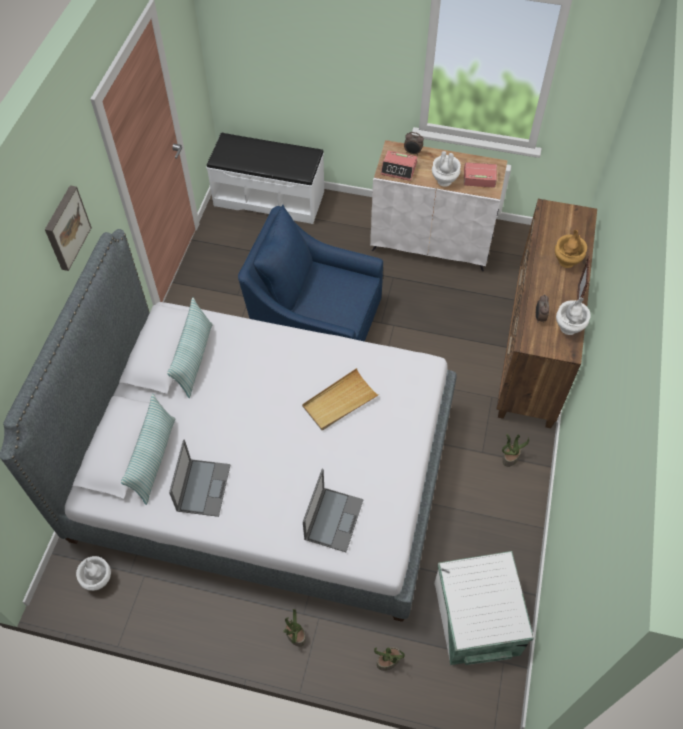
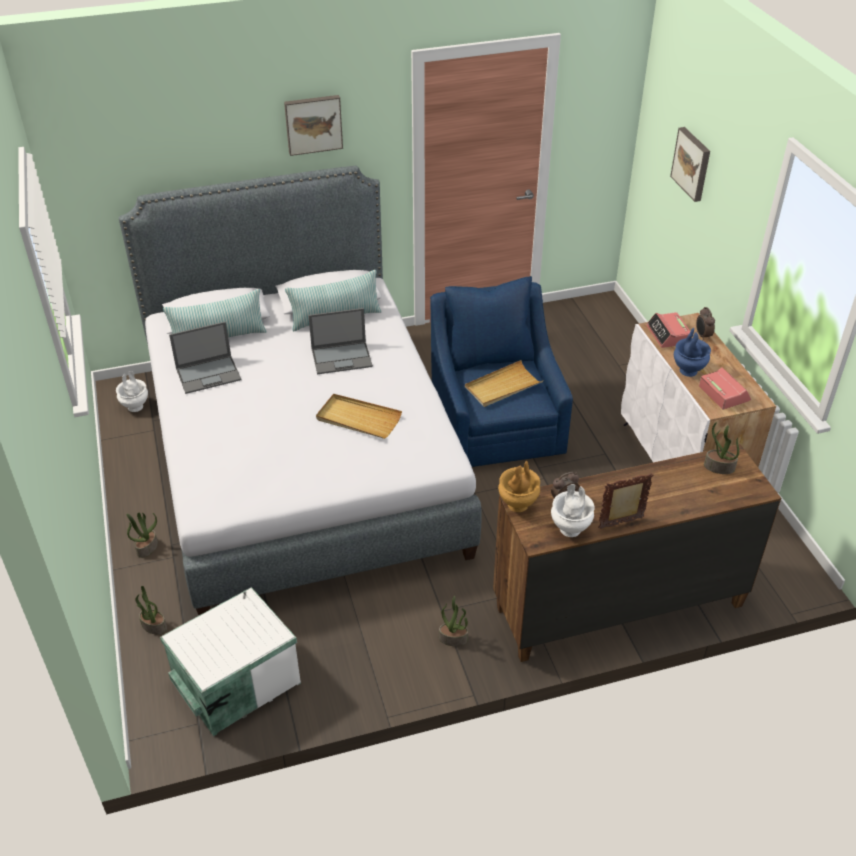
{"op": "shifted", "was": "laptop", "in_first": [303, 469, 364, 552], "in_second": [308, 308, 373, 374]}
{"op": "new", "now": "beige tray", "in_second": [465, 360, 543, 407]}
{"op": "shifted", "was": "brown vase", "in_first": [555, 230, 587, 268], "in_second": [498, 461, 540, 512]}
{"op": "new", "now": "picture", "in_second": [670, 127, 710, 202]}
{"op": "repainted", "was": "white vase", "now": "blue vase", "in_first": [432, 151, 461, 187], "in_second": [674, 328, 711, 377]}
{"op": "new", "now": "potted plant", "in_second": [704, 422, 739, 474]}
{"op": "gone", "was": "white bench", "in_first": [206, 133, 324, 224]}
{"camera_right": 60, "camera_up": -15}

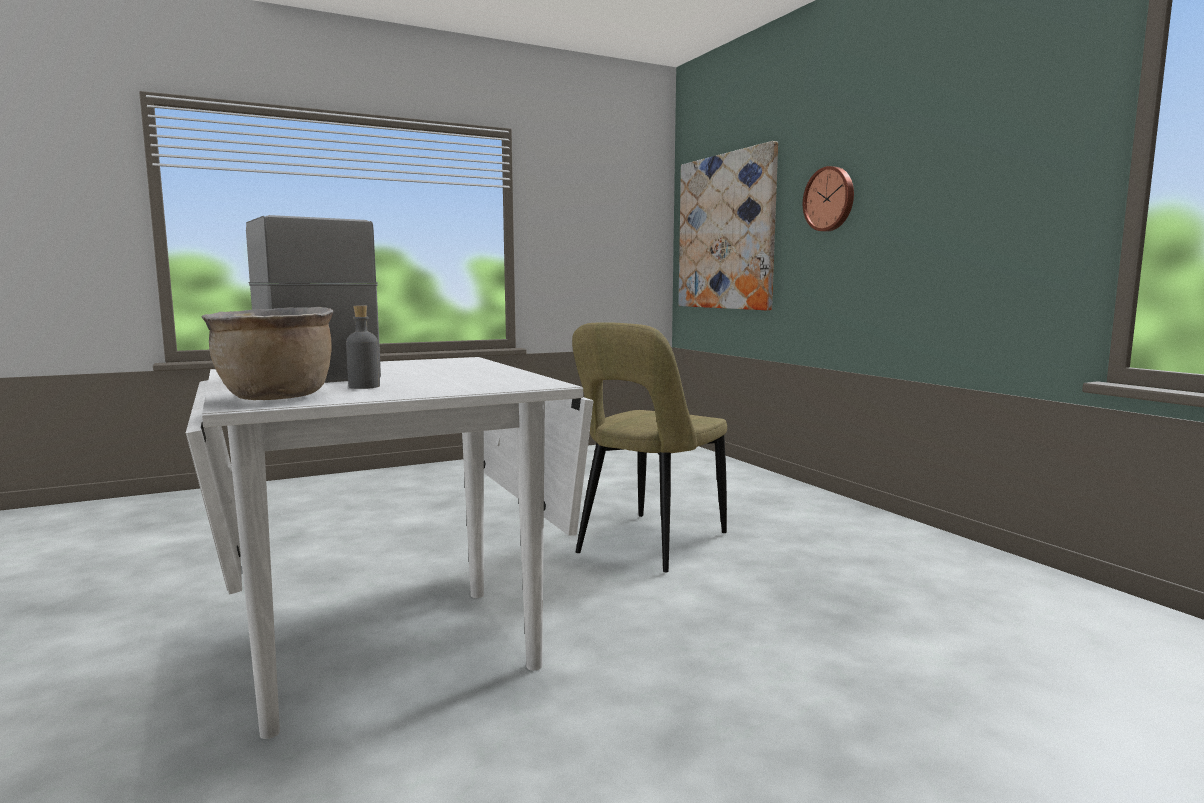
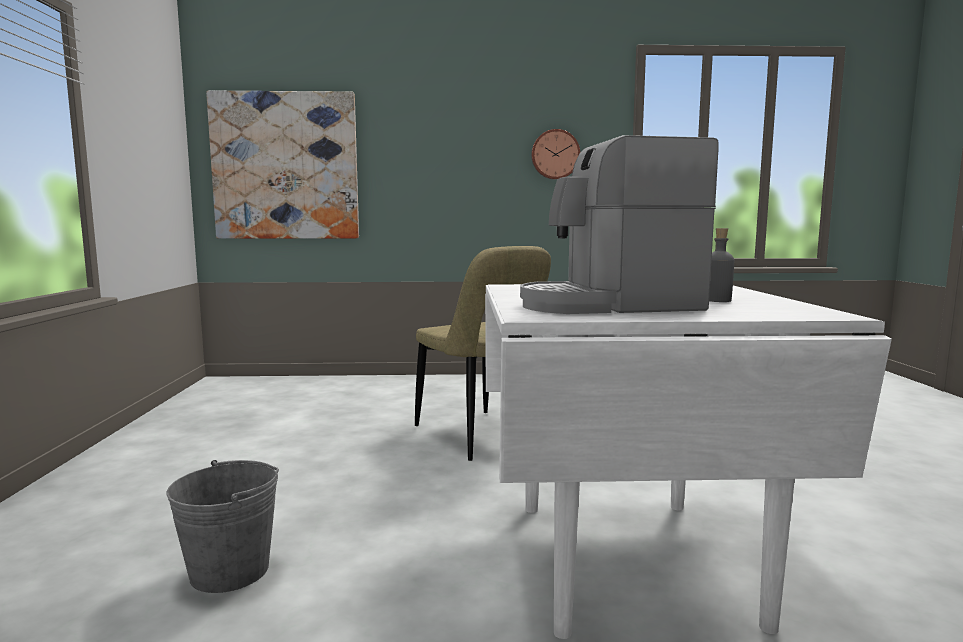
{"op": "new", "now": "grey bucket", "in_second": [166, 460, 279, 593]}
{"op": "shifted", "was": "wall clock", "in_first": [803, 166, 854, 231], "in_second": [531, 129, 580, 179]}
{"op": "gone", "was": "brown cooking pot", "in_first": [202, 307, 333, 400]}
{"camera_right": -65, "camera_up": 0}

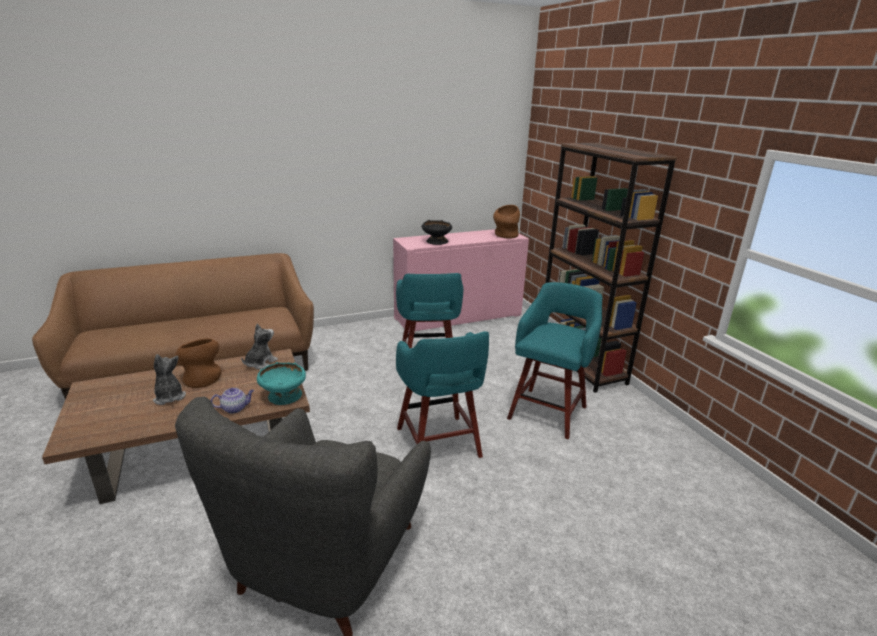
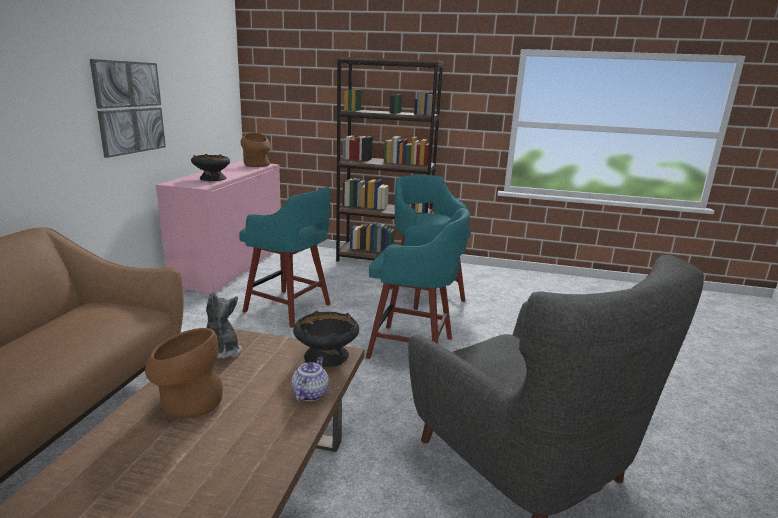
{"op": "new", "now": "picture", "in_second": [90, 59, 166, 158]}
{"op": "repainted", "was": "turquoise bowl", "now": "black bowl", "in_first": [257, 362, 306, 405], "in_second": [293, 311, 359, 367]}
{"op": "gone", "was": "plush toy", "in_first": [153, 354, 186, 405]}
{"camera_right": -55, "camera_up": -5}

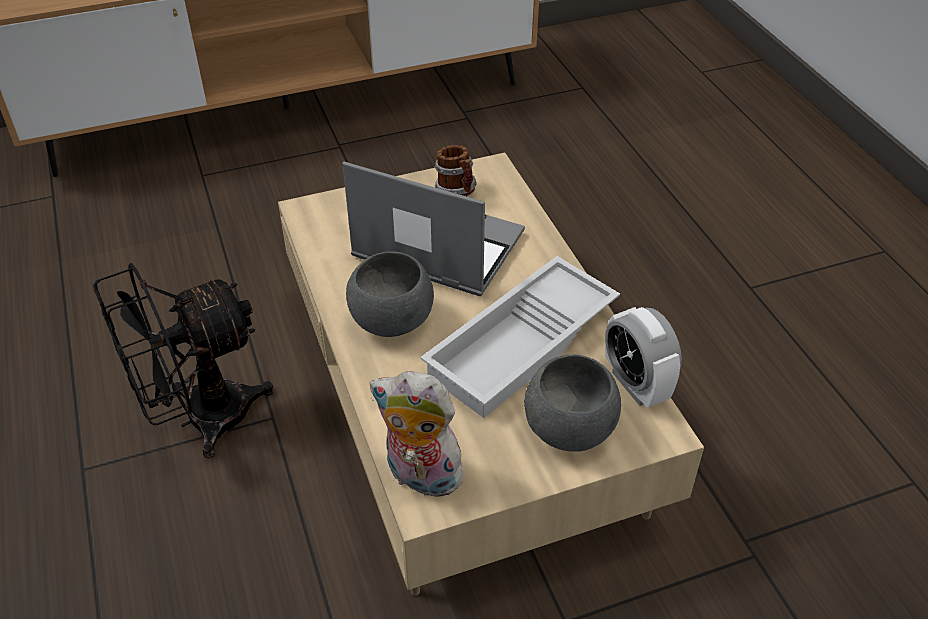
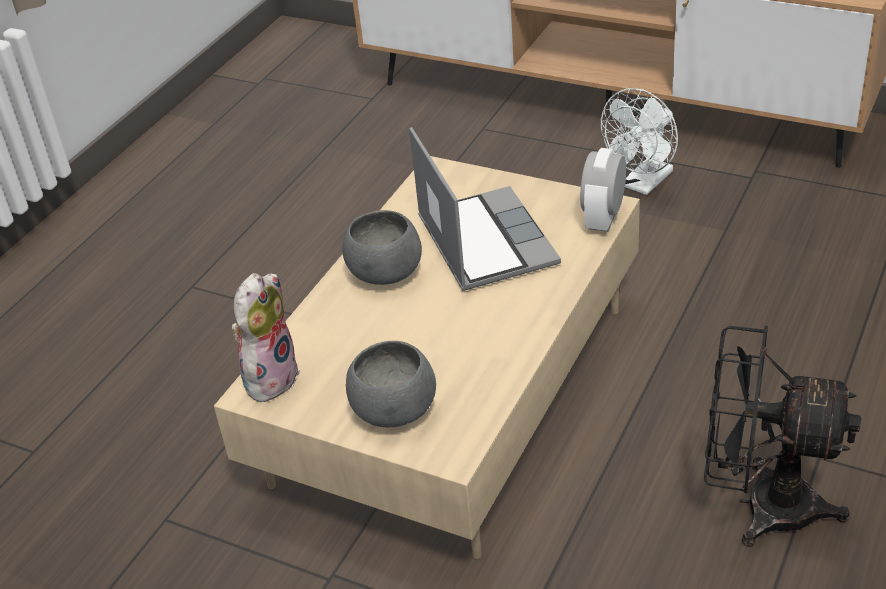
{"op": "rotated", "was": "plush toy", "in_first": [370, 371, 469, 501], "in_second": [232, 273, 300, 402], "clockwise": 45}
{"op": "shifted", "was": "alarm clock", "in_first": [605, 307, 682, 408], "in_second": [580, 148, 626, 232]}
{"op": "new", "now": "white fan", "in_second": [601, 88, 678, 195]}
{"op": "shifted", "was": "black fan", "in_first": [93, 263, 274, 459], "in_second": [704, 326, 861, 547]}
{"op": "gone", "was": "white tray", "in_first": [421, 256, 620, 418]}
{"op": "gone", "was": "mug", "in_first": [434, 145, 477, 196]}
{"camera_right": 50, "camera_up": -5}

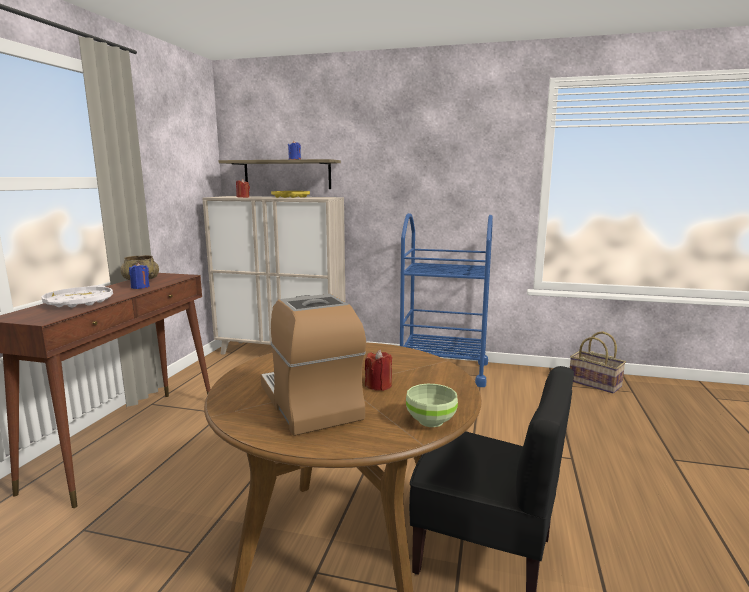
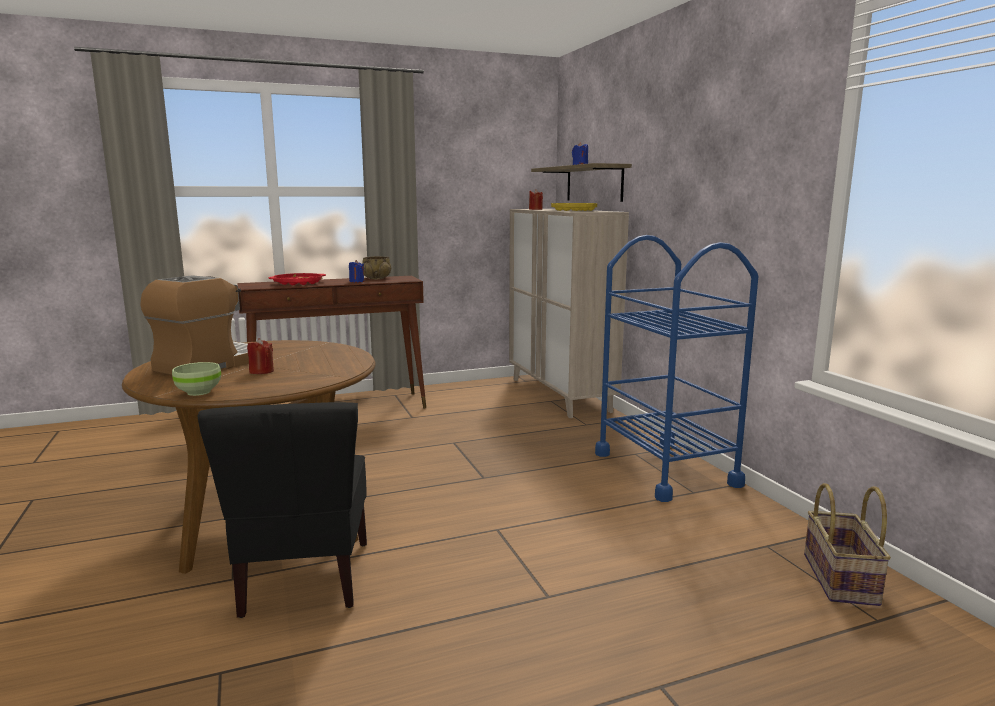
{"op": "repainted", "was": "white tray", "now": "red tray", "in_first": [41, 285, 113, 307], "in_second": [268, 273, 326, 285]}
{"camera_right": 55, "camera_up": 0}

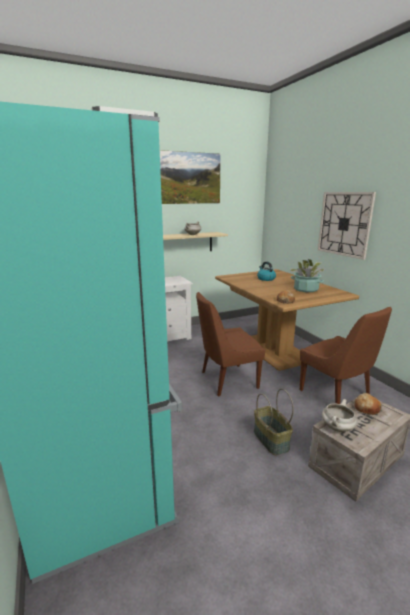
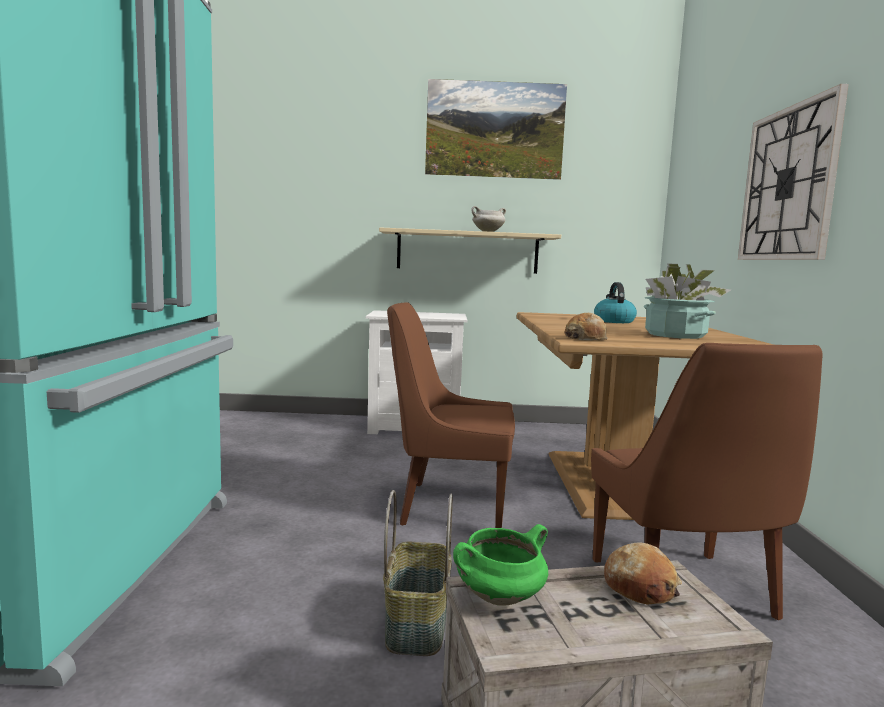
{"op": "repainted", "was": "white cooking pot", "now": "green cooking pot", "in_first": [322, 399, 357, 432], "in_second": [453, 524, 548, 606]}
{"camera_right": 25, "camera_up": -10}

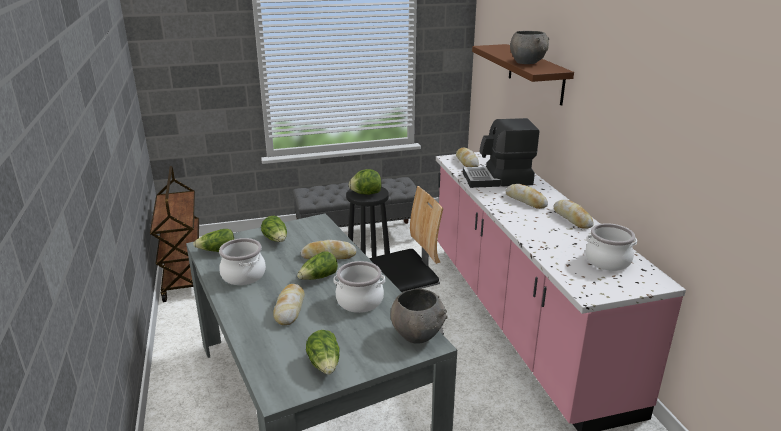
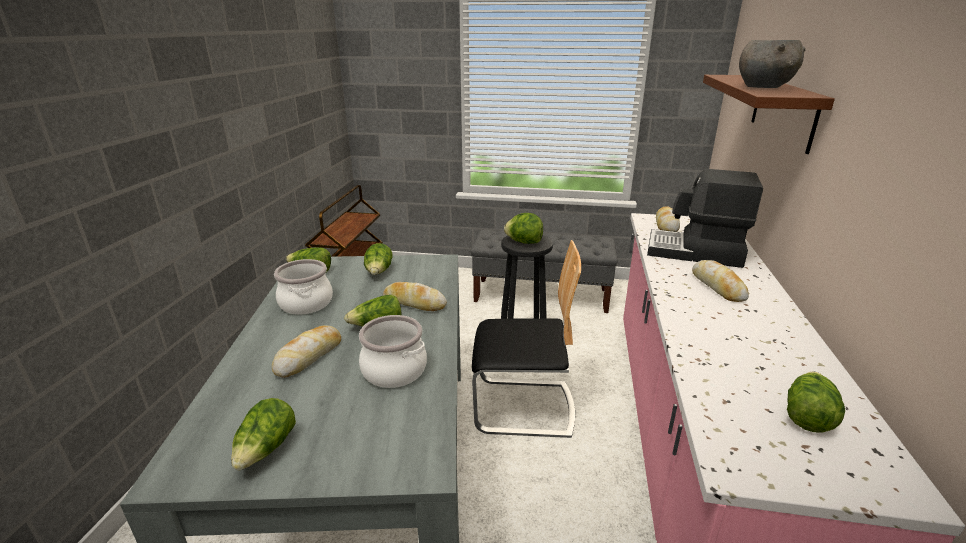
{"op": "swapped", "was": "cooking pot", "now": "lettuce", "in_first": [585, 223, 637, 271], "in_second": [787, 372, 845, 433]}
{"op": "gone", "was": "grey bowl", "in_first": [391, 288, 447, 344]}
{"op": "gone", "was": "bread", "in_first": [554, 200, 594, 229]}
{"camera_right": 25, "camera_up": 0}

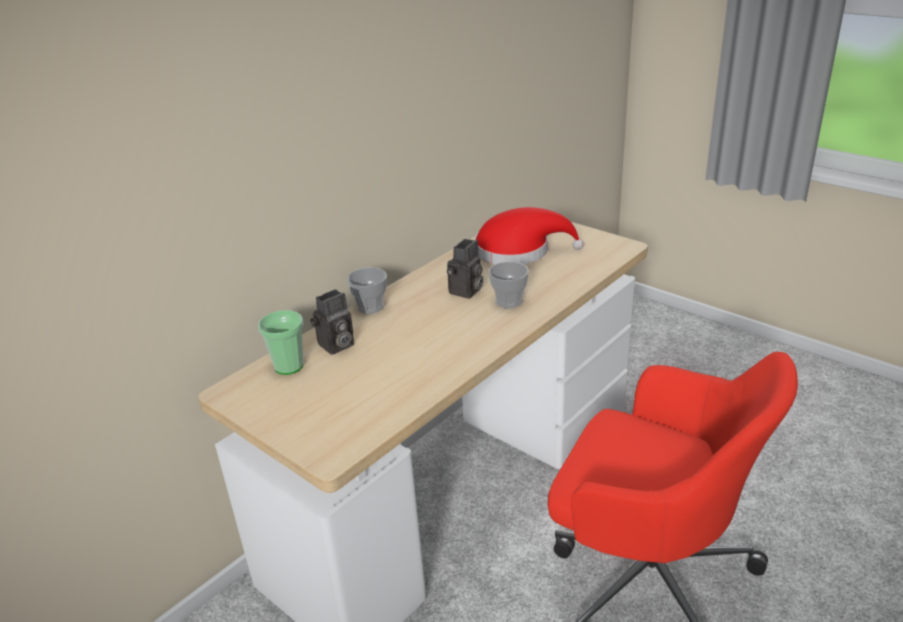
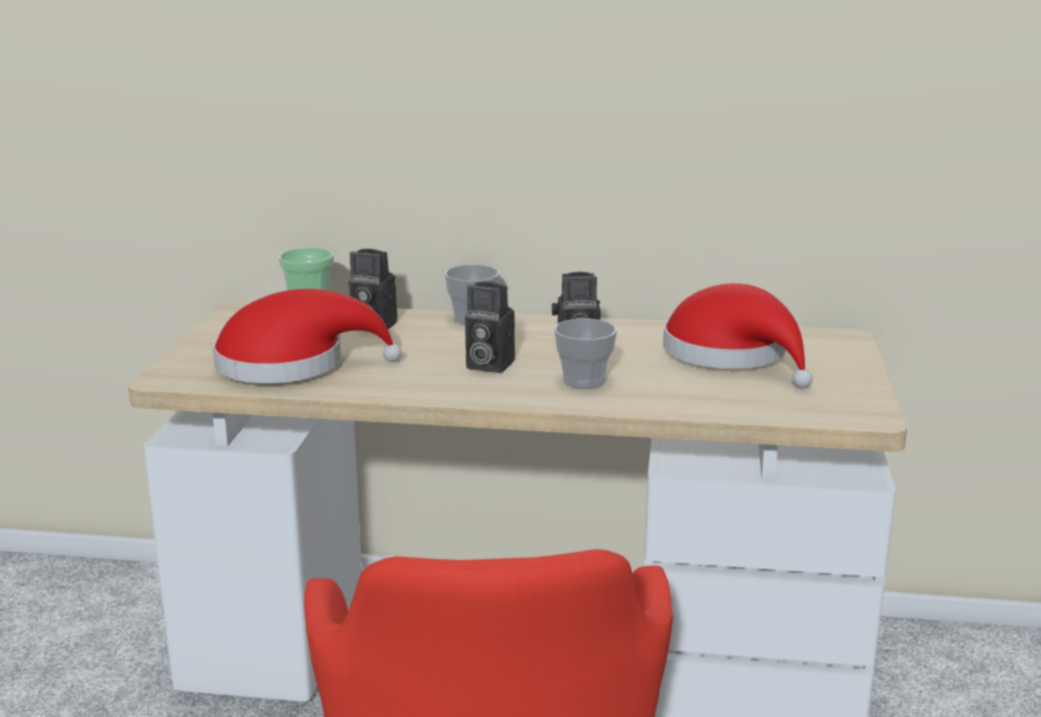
{"op": "new", "now": "red hat", "in_second": [213, 289, 402, 383]}
{"op": "new", "now": "photo camera", "in_second": [465, 282, 515, 373]}
{"camera_right": 55, "camera_up": -10}

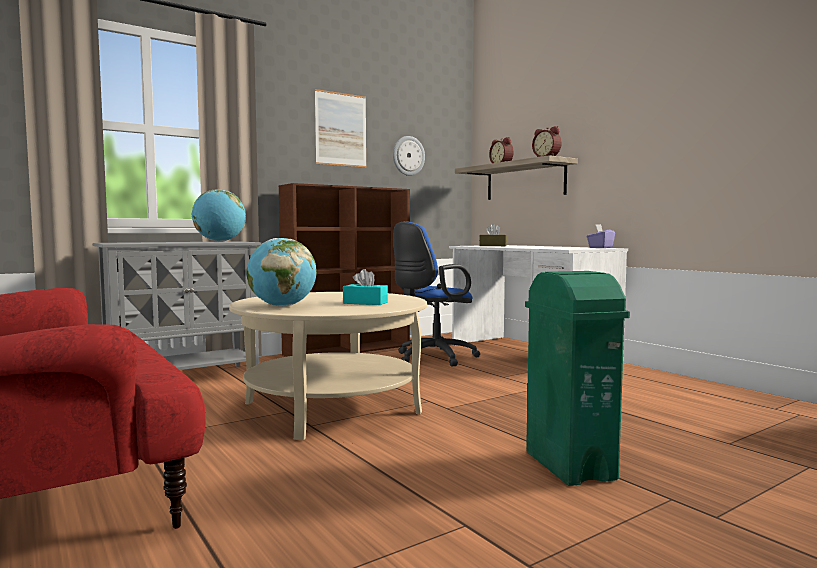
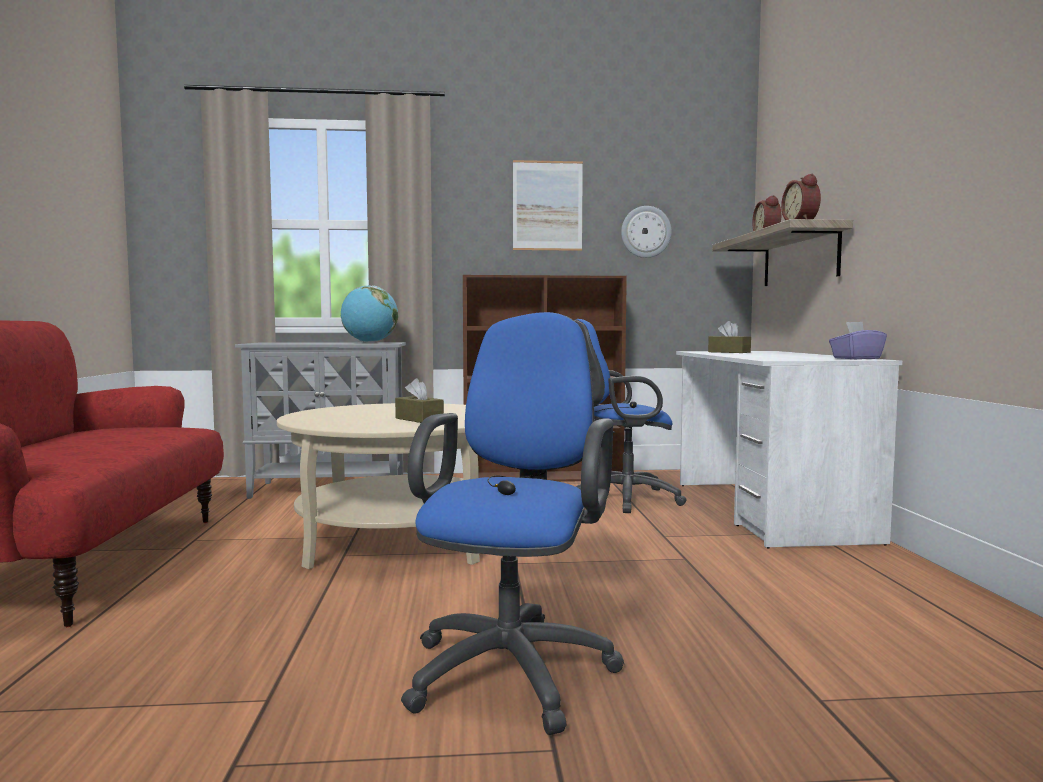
{"op": "repainted", "was": "turquoise tissue box", "now": "brown tissue box", "in_first": [343, 269, 388, 305], "in_second": [395, 378, 444, 423]}
{"op": "swapped", "was": "green trash can", "now": "blue office chair", "in_first": [525, 271, 630, 486], "in_second": [401, 312, 624, 735]}
{"op": "gone", "was": "globe", "in_first": [247, 238, 317, 307]}
{"camera_right": 30, "camera_up": 0}

